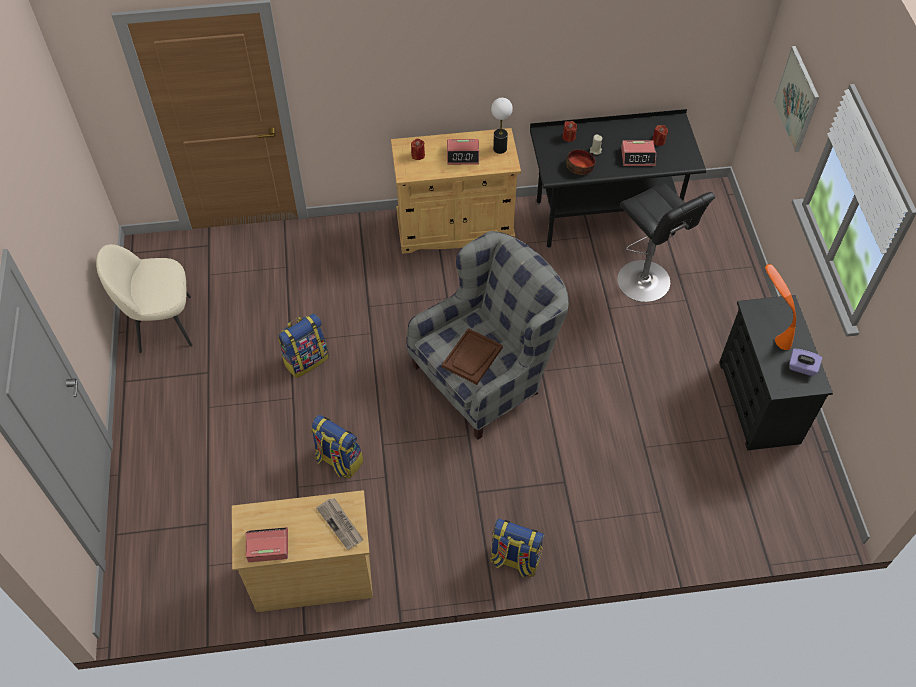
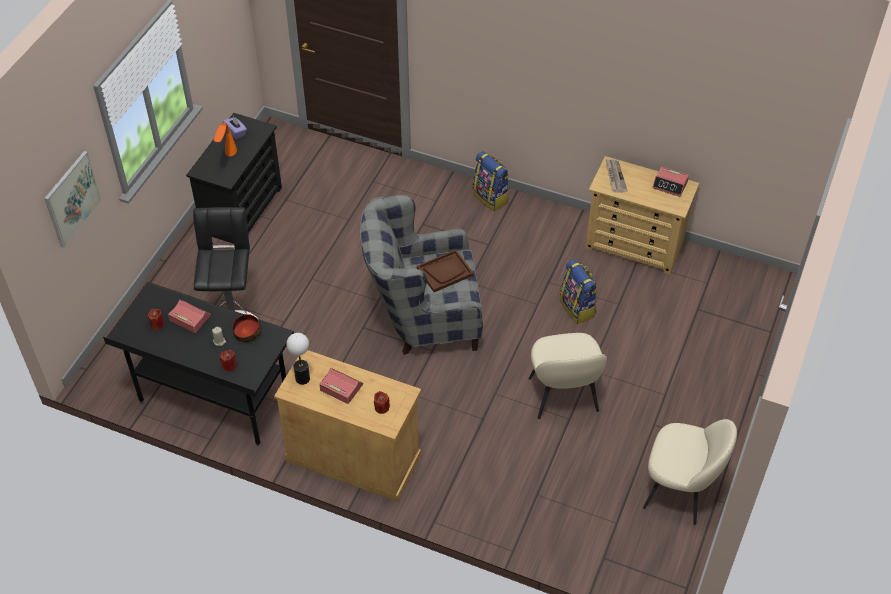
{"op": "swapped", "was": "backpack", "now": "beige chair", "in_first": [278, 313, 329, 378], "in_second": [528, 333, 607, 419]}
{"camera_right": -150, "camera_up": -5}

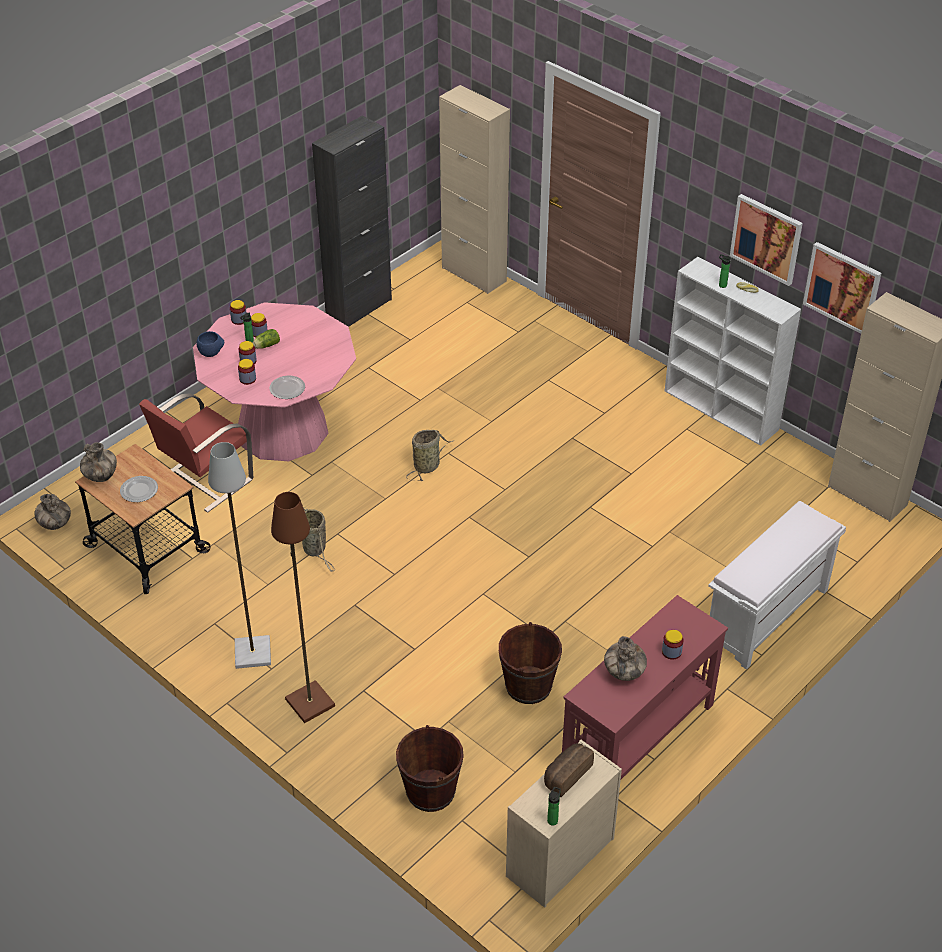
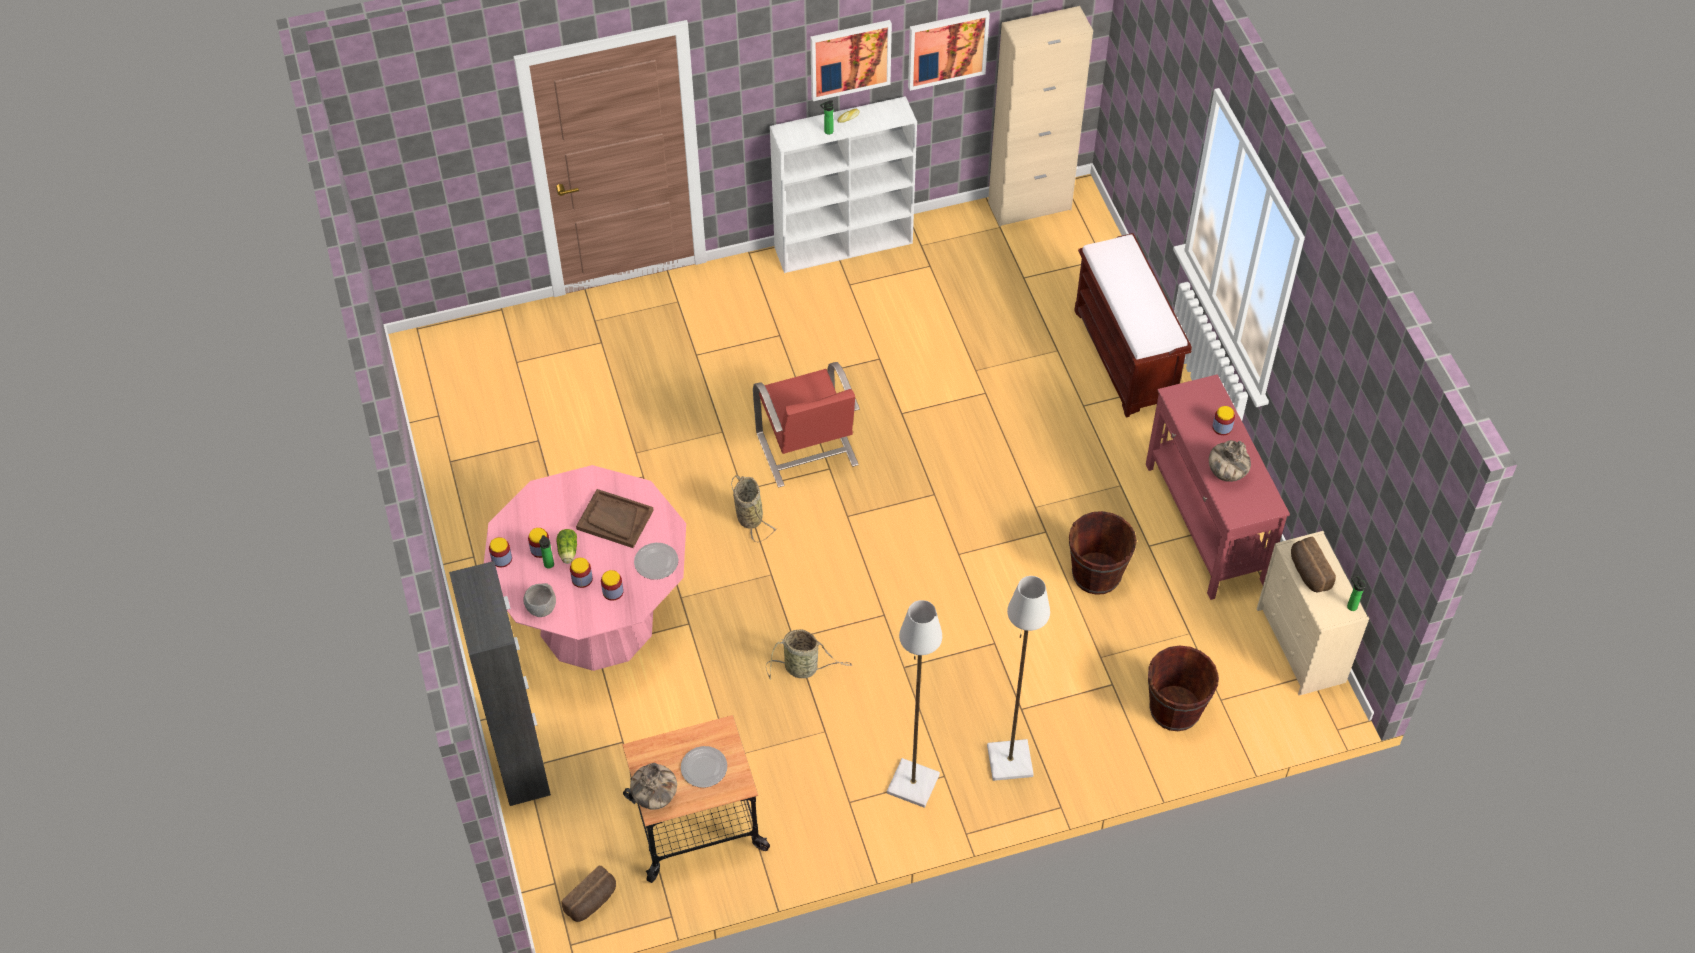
{"op": "shifted", "was": "black cabinet", "in_first": [312, 115, 392, 327], "in_second": [449, 561, 551, 806]}
{"op": "repainted", "was": "blue bowl", "now": "grey bowl", "in_first": [196, 331, 224, 357], "in_second": [523, 583, 556, 617]}
{"op": "swapped", "was": "vase", "now": "bread", "in_first": [34, 494, 71, 530], "in_second": [562, 866, 616, 922]}
{"op": "new", "now": "brown tray", "in_second": [576, 489, 654, 548]}
{"op": "shifted", "was": "red chair", "in_first": [139, 393, 253, 513], "in_second": [753, 362, 860, 487]}
{"op": "repainted", "was": "brown floor lamp", "now": "grey floor lamp", "in_first": [271, 492, 335, 723], "in_second": [987, 576, 1050, 781]}
{"op": "repainted", "was": "white bench", "now": "brown bench", "in_first": [708, 501, 846, 670], "in_second": [1074, 233, 1192, 417]}
{"op": "gone", "was": "beige cabinet", "in_first": [439, 85, 510, 294]}
{"camera_right": -60, "camera_up": 10}

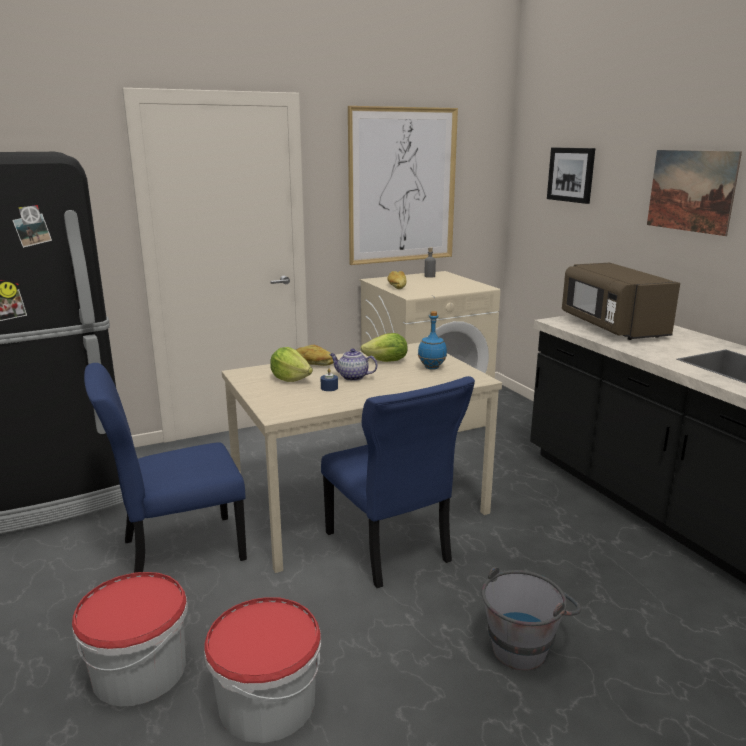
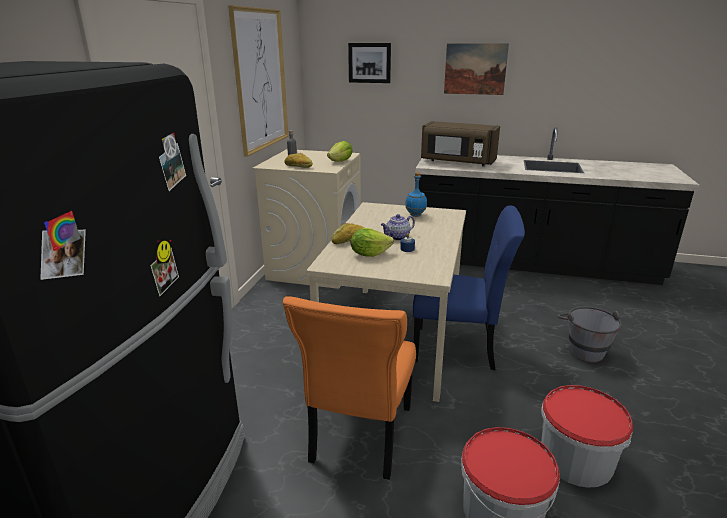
{"op": "repainted", "was": "blue chair", "now": "orange chair", "in_first": [84, 363, 247, 573], "in_second": [283, 296, 416, 480]}
{"op": "shifted", "was": "lettuce", "in_first": [361, 333, 408, 362], "in_second": [327, 141, 353, 162]}
{"camera_right": -50, "camera_up": 5}

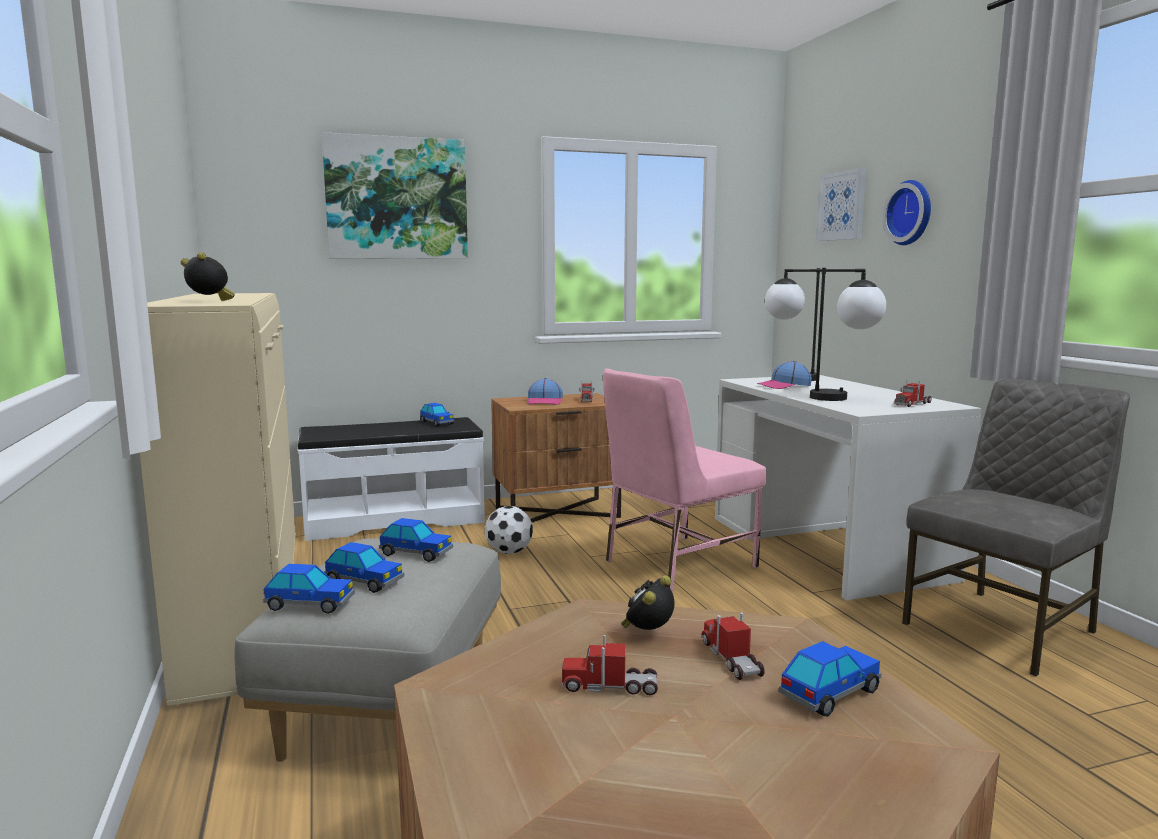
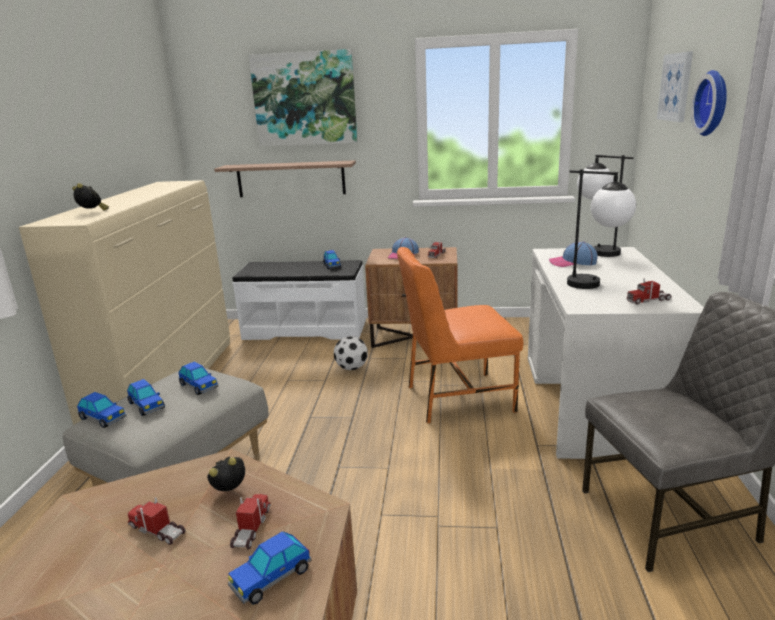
{"op": "new", "now": "shelf", "in_second": [214, 160, 356, 197]}
{"op": "rotated", "was": "toy car", "in_first": [779, 641, 881, 716], "in_second": [228, 531, 312, 605], "clockwise": 150}
{"op": "repainted", "was": "pink chair", "now": "orange chair", "in_first": [603, 369, 767, 591], "in_second": [397, 247, 523, 423]}
{"camera_right": 25, "camera_up": 10}

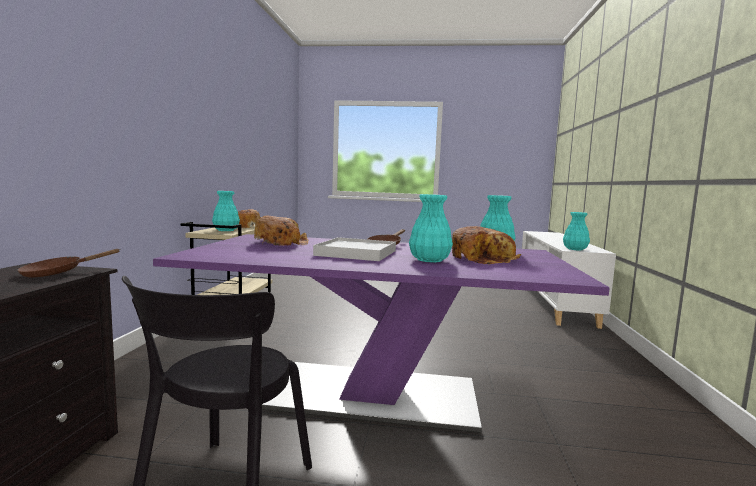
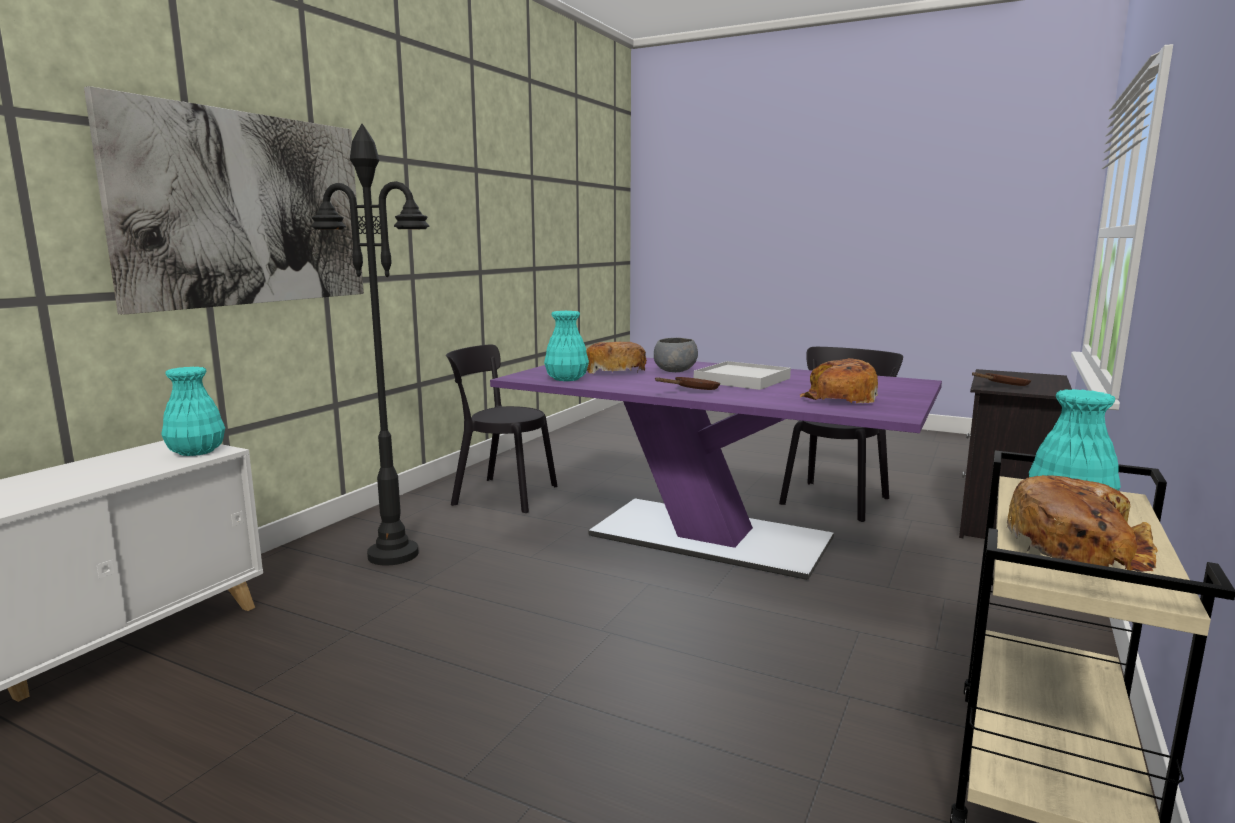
{"op": "new", "now": "picture", "in_second": [84, 86, 364, 315]}
{"op": "new", "now": "black floor lamp", "in_second": [311, 124, 429, 565]}
{"op": "new", "now": "black chair", "in_second": [446, 344, 558, 513]}
{"op": "swapped", "was": "turquoise vase", "now": "grey bowl", "in_first": [409, 194, 453, 262], "in_second": [654, 338, 698, 372]}
{"camera_right": -160, "camera_up": 5}

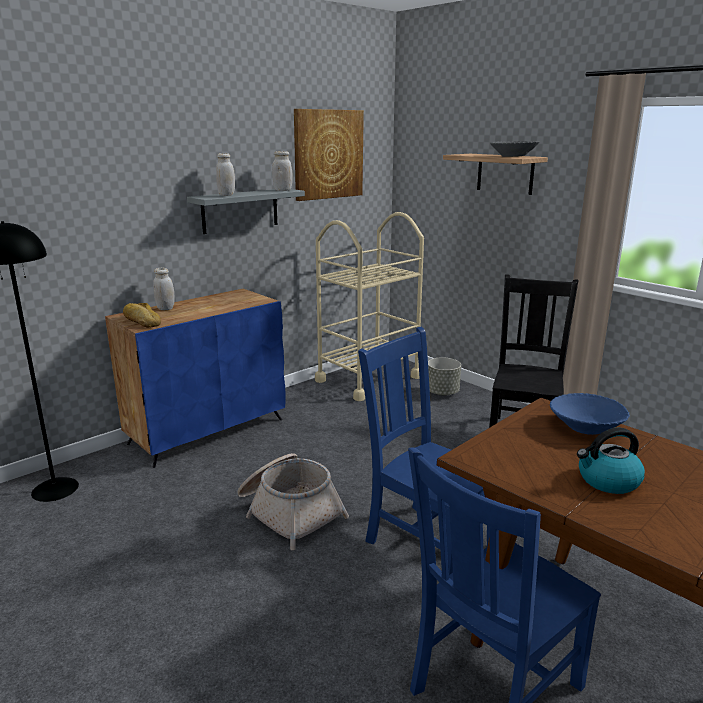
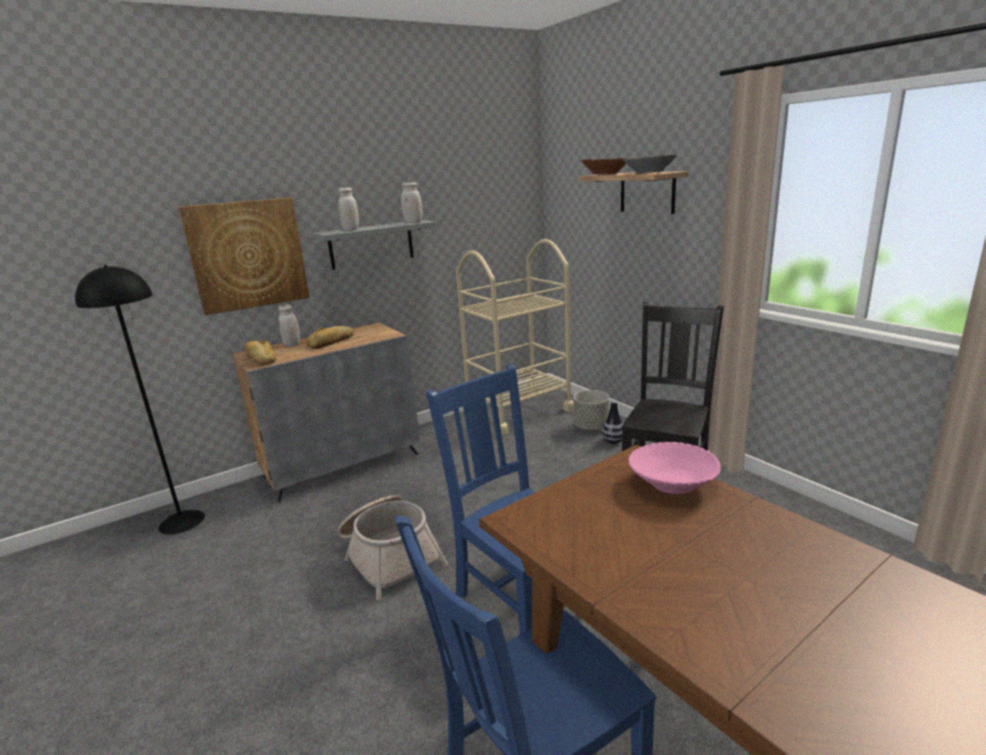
{"op": "shifted", "was": "picture", "in_first": [294, 109, 364, 201], "in_second": [179, 198, 310, 315]}
{"op": "repainted", "was": "blue cabinet", "now": "grey cabinet", "in_first": [105, 289, 286, 468], "in_second": [233, 323, 420, 503]}
{"op": "new", "now": "bread", "in_second": [306, 326, 354, 349]}
{"op": "new", "now": "brown bowl", "in_second": [581, 158, 628, 174]}
{"op": "new", "now": "vase", "in_second": [602, 401, 623, 444]}
{"op": "repainted", "was": "blue bowl", "now": "pink bowl", "in_first": [550, 393, 630, 435], "in_second": [628, 442, 721, 494]}
{"op": "gone", "was": "kettle", "in_first": [577, 428, 645, 494]}
{"camera_right": 10, "camera_up": 0}

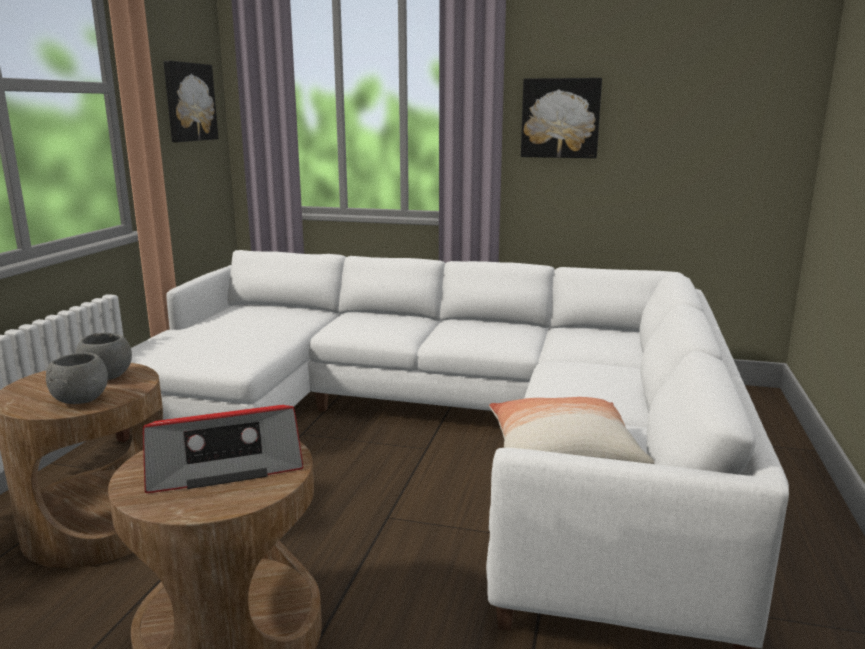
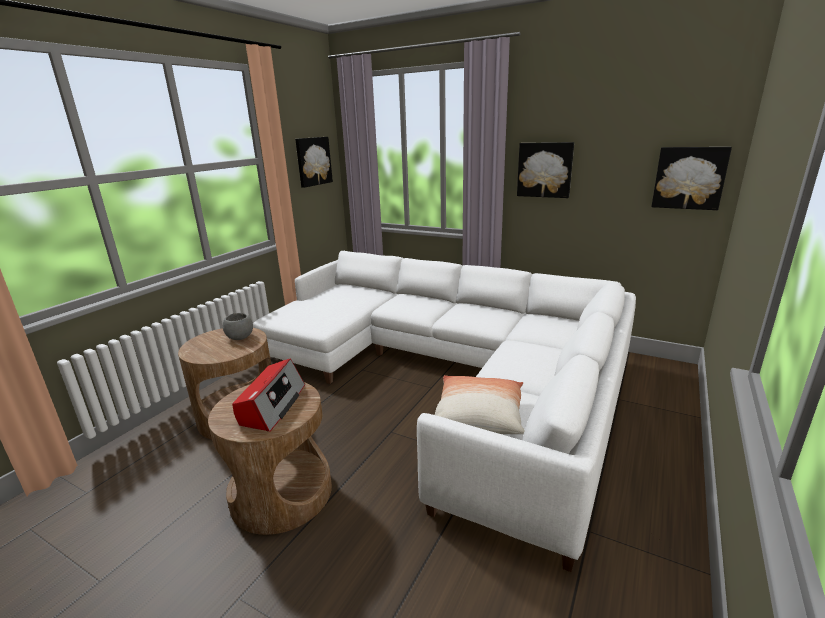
{"op": "rotated", "was": "radio", "in_first": [143, 405, 304, 493], "in_second": [232, 359, 305, 432], "clockwise": -75}
{"op": "new", "now": "picture", "in_second": [652, 147, 732, 210]}
{"op": "gone", "was": "grey bowl", "in_first": [46, 353, 108, 404]}
{"camera_right": 15, "camera_up": 5}

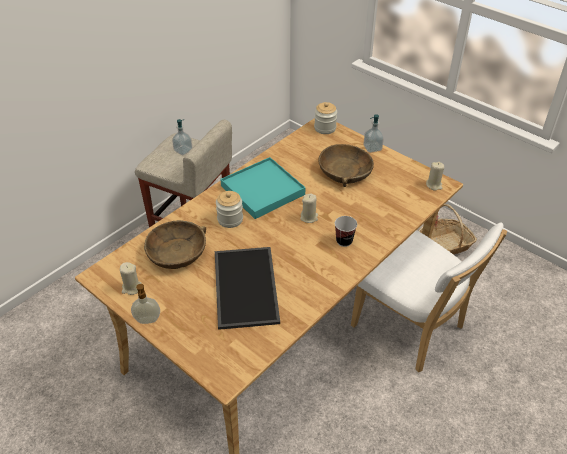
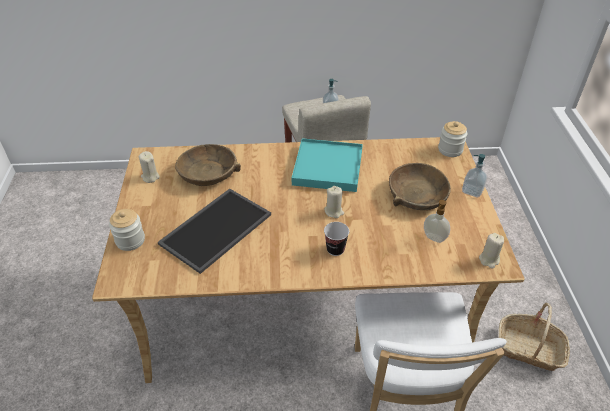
{"op": "shifted", "was": "jar", "in_first": [216, 191, 243, 228], "in_second": [109, 209, 145, 251]}
{"op": "shifted", "was": "soap dispenser", "in_first": [131, 284, 160, 324], "in_second": [424, 200, 450, 243]}
{"camera_right": 45, "camera_up": 0}

